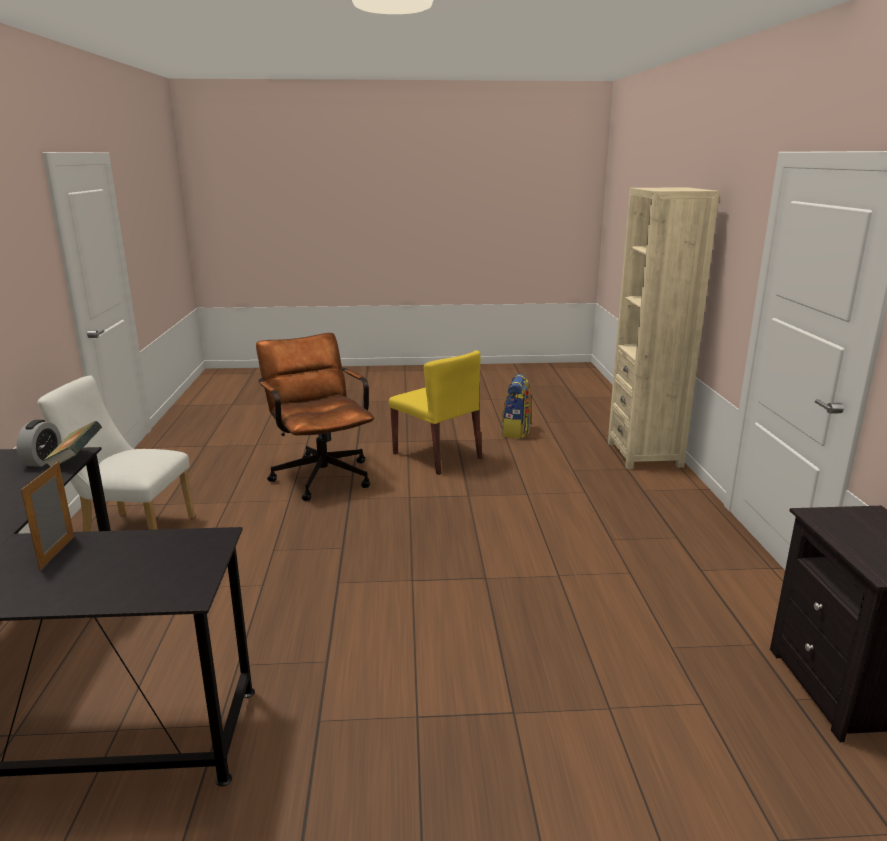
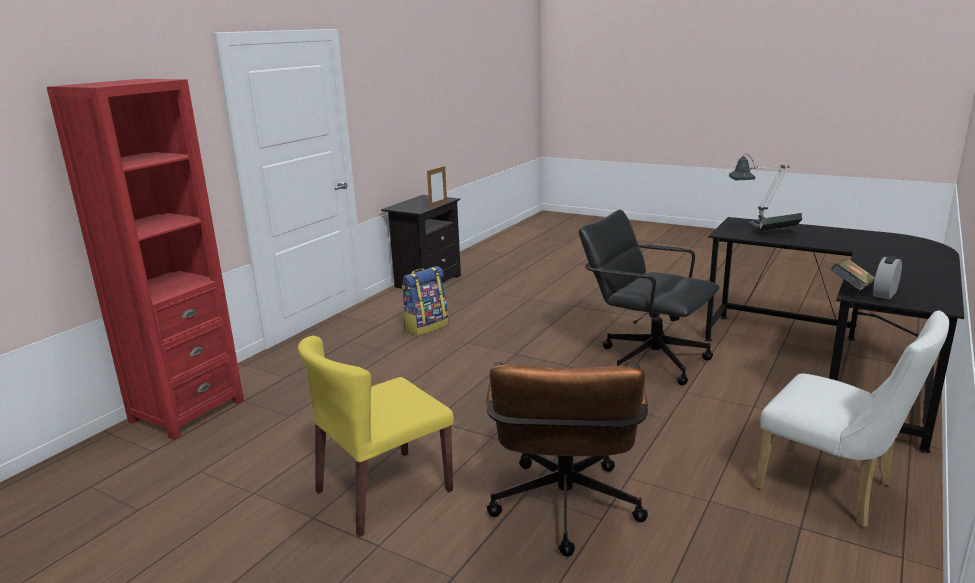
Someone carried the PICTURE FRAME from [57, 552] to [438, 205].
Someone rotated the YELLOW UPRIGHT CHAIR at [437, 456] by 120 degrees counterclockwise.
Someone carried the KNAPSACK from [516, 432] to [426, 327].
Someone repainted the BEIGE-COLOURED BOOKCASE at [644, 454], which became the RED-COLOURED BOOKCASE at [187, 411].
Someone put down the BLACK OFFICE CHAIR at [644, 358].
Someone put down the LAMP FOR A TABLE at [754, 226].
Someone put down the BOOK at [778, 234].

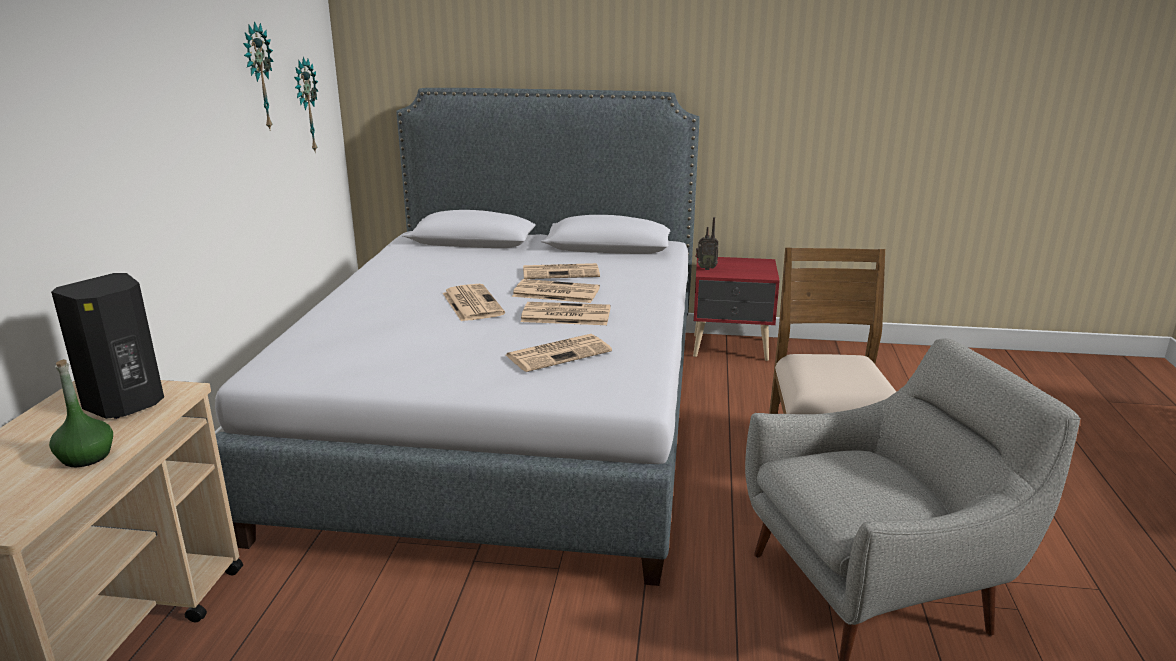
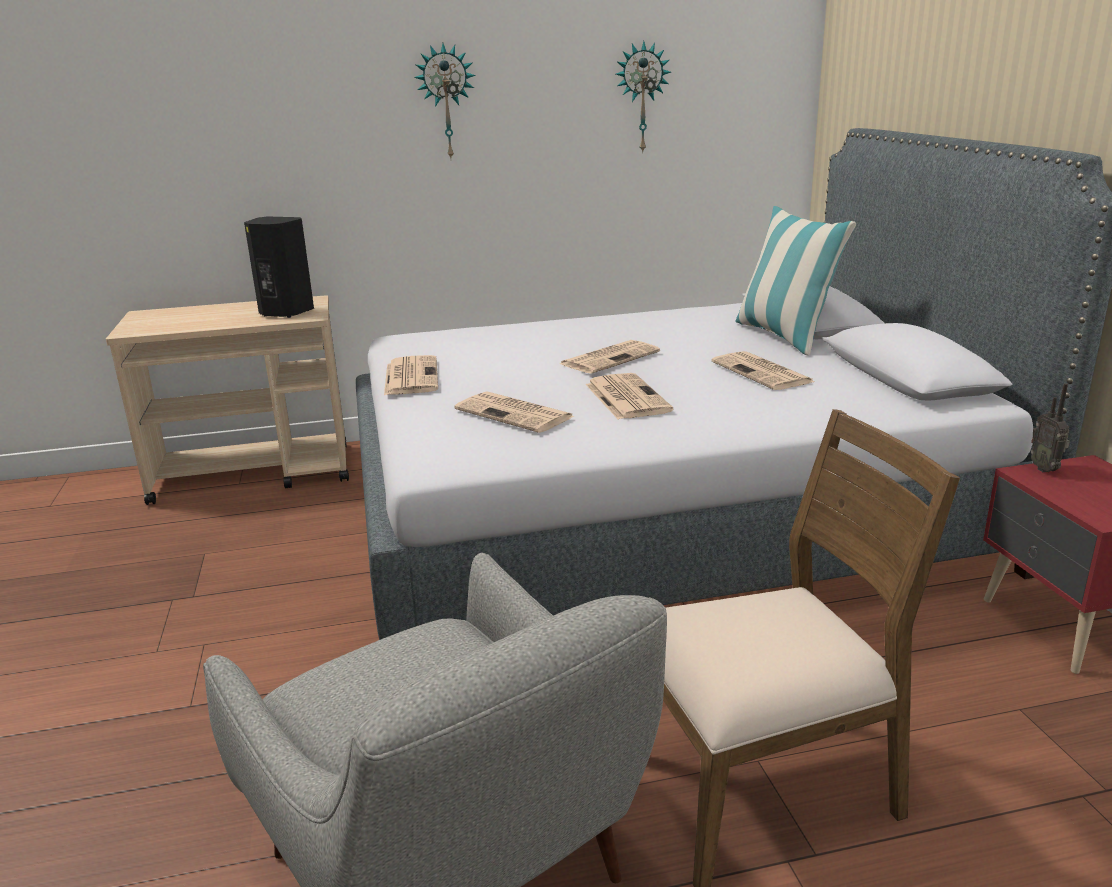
Someone took away the GREEN-COLOURED DRINK BOTTLE at [86, 457].
Someone carried the WALL CLOCK from [305, 105] to [446, 102].
Someone carried the DAILY PAPER from [555, 292] to [410, 376].
Someone put down the CUSHION at [784, 336].

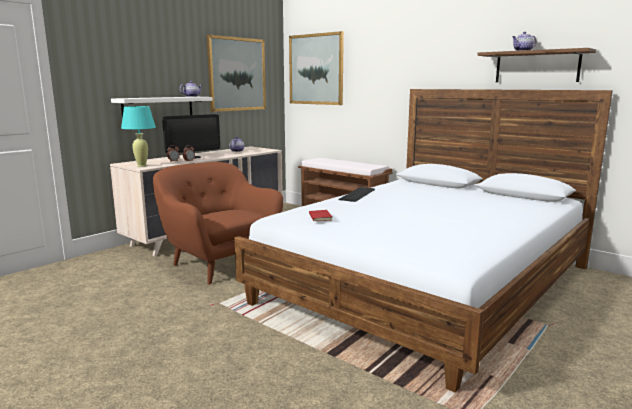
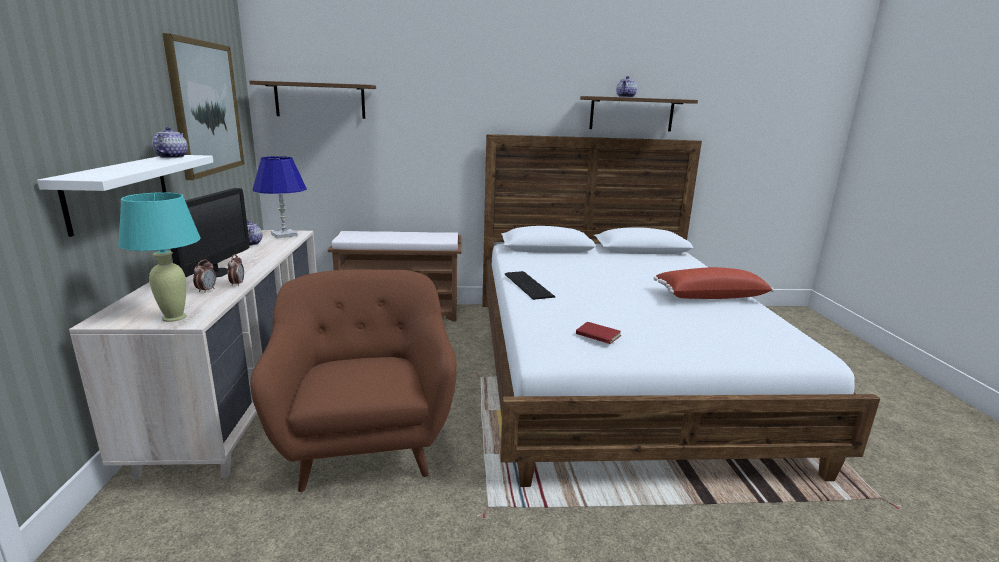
Someone rotated the BROWN ARMCHAIR at [219, 264] by 75 degrees clockwise.
Someone swapped the WALL ART at [316, 69] for the WALL SHELF at [320, 100].
Someone put down the BLUE LAMP FOR A TABLE at [284, 235].
Someone put down the RED-COLOURED CUSHION at [709, 296].

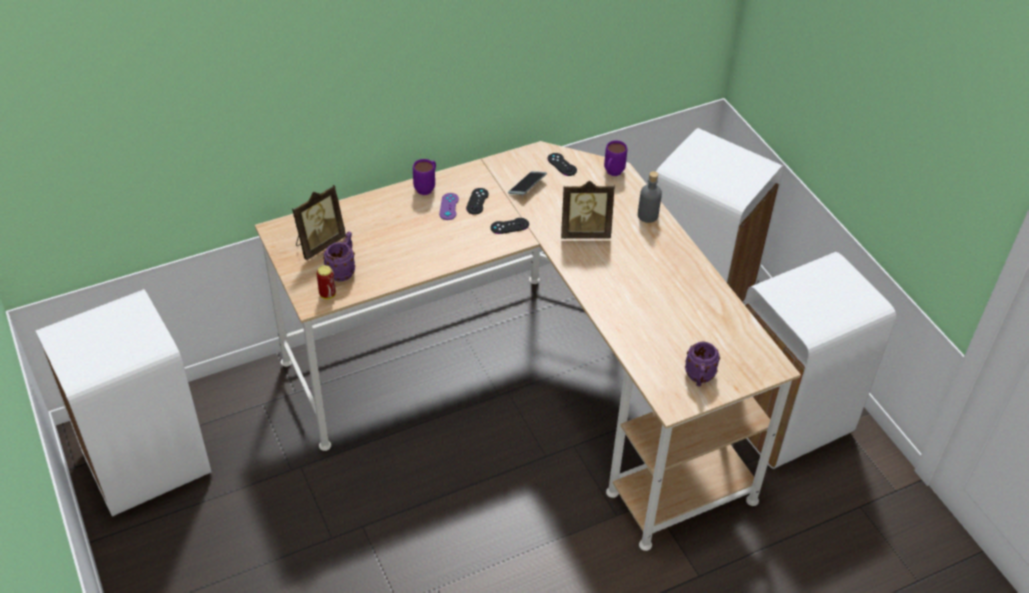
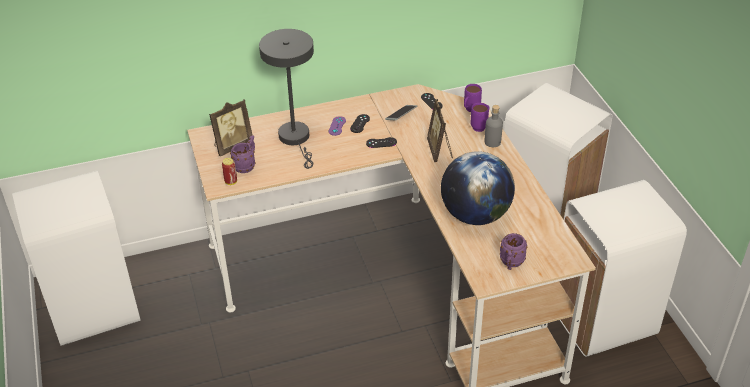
Someone carried the PURPLE COFFEE MUG from [427, 187] to [481, 126].
Someone rotated the PICTURE FRAME at [585, 232] by 75 degrees clockwise.
Someone put down the GREY LAMP FOR A TABLE at [296, 139].
Someone put down the GLOBE at [475, 215].

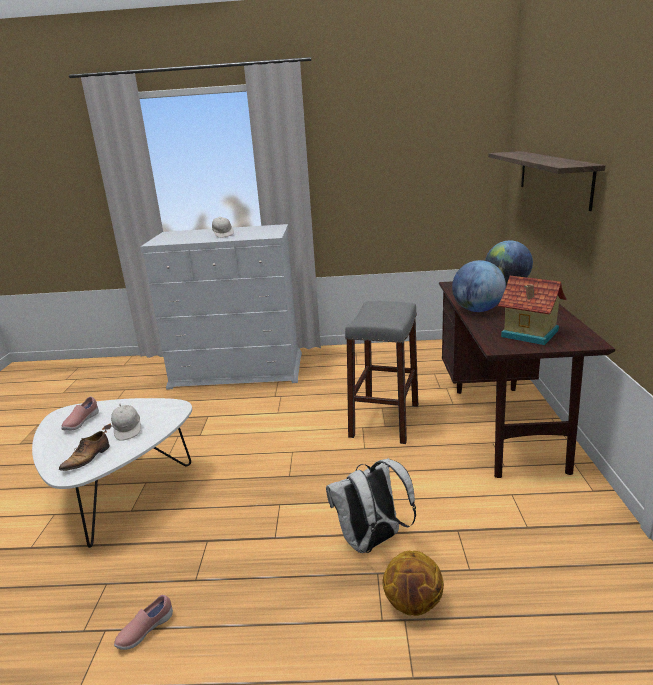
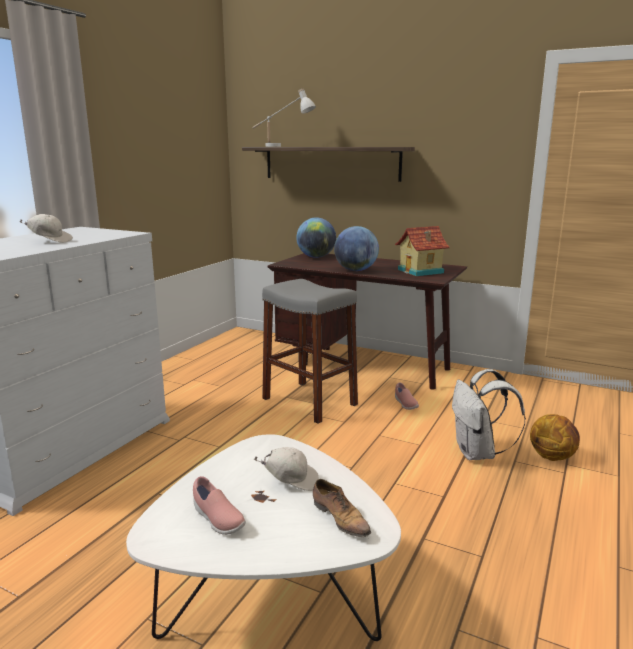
Someone carried the PINK LOW SHOE from [145, 631] to [405, 404].
Someone put down the WHITE-COLOURED LAMP FOR A TABLE at [283, 146].

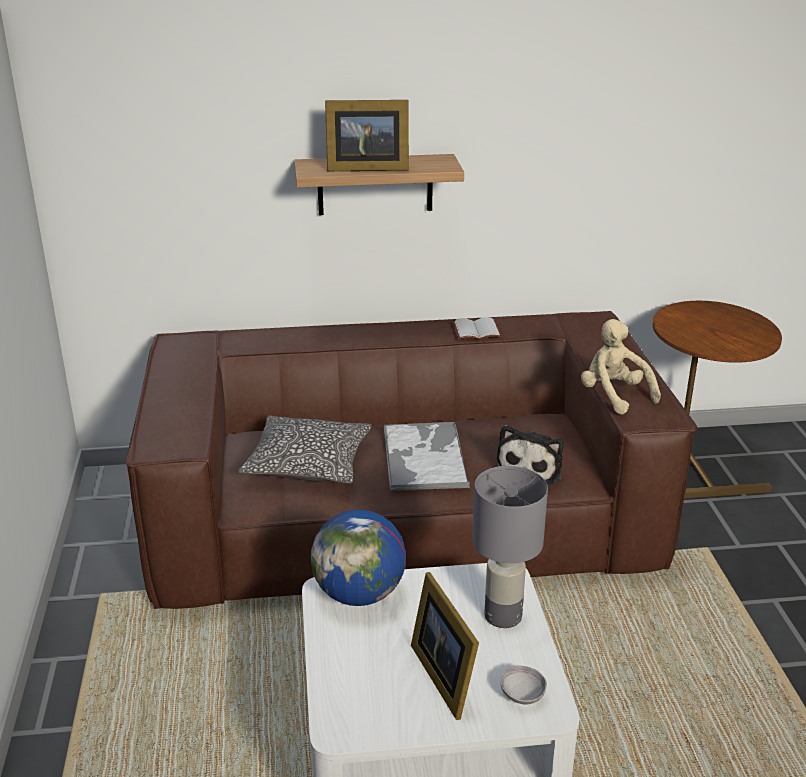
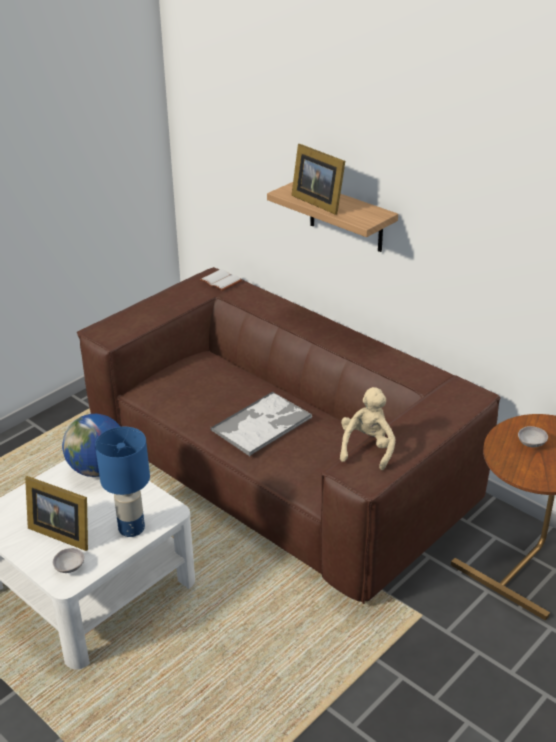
Someone took away the CUSHION at [308, 463].
Someone rotated the PICTURE FRAME at [446, 674] by 90 degrees counterclockwise.
Someone carried the WHITE-COLOURED BOOK from [477, 330] to [222, 281].
Someone repainted the GREY LAMP FOR A TABLE at [503, 617], which became the BLUE LAMP FOR A TABLE at [131, 529].
Someone took away the CUDDLY TOY at [531, 467].
Someone put down the GREY BOWL at [531, 443].

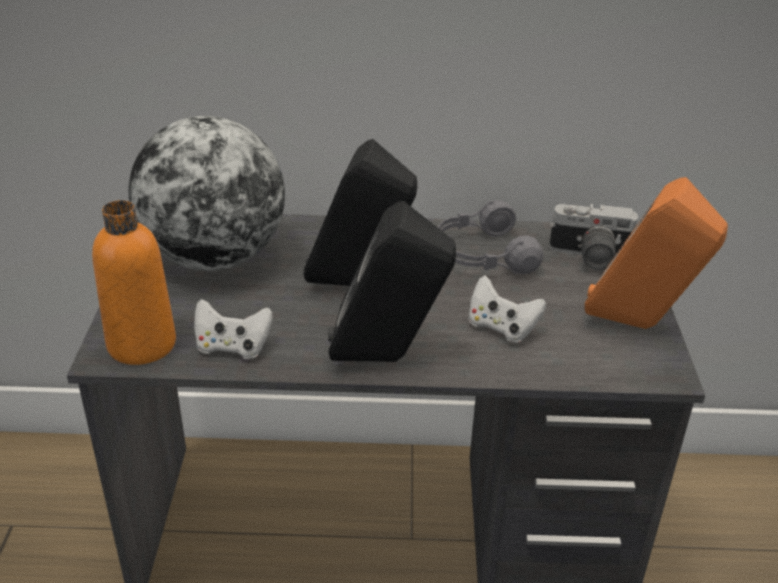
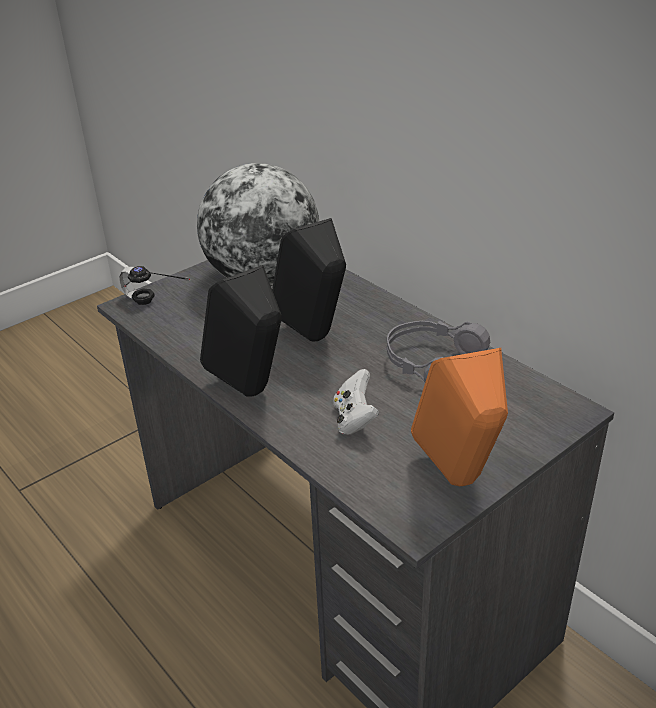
Someone swapped the ORANGEY DRINK BOTTLE at [142, 344] for the HEADPHONES at [150, 308].
Someone took away the WHITE-COLOURED GAMEPAD at [233, 347].
Someone took away the STILL CAMERA at [589, 258].

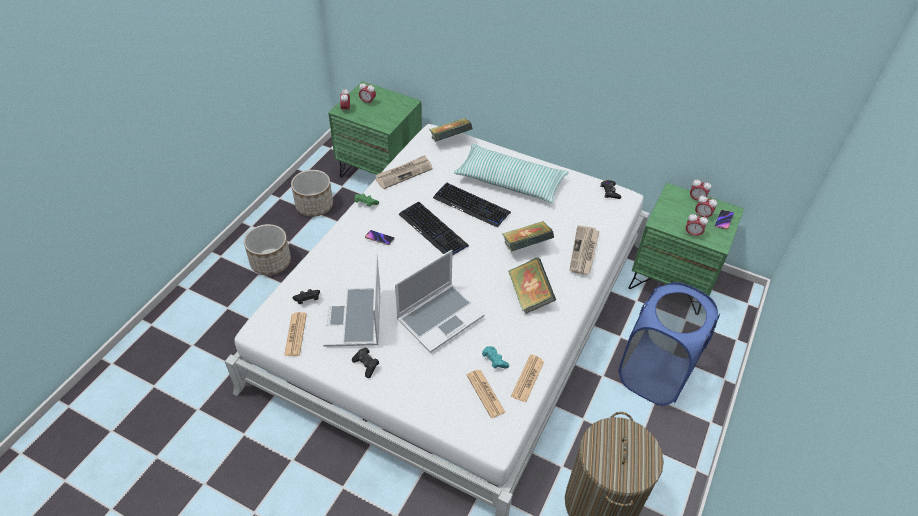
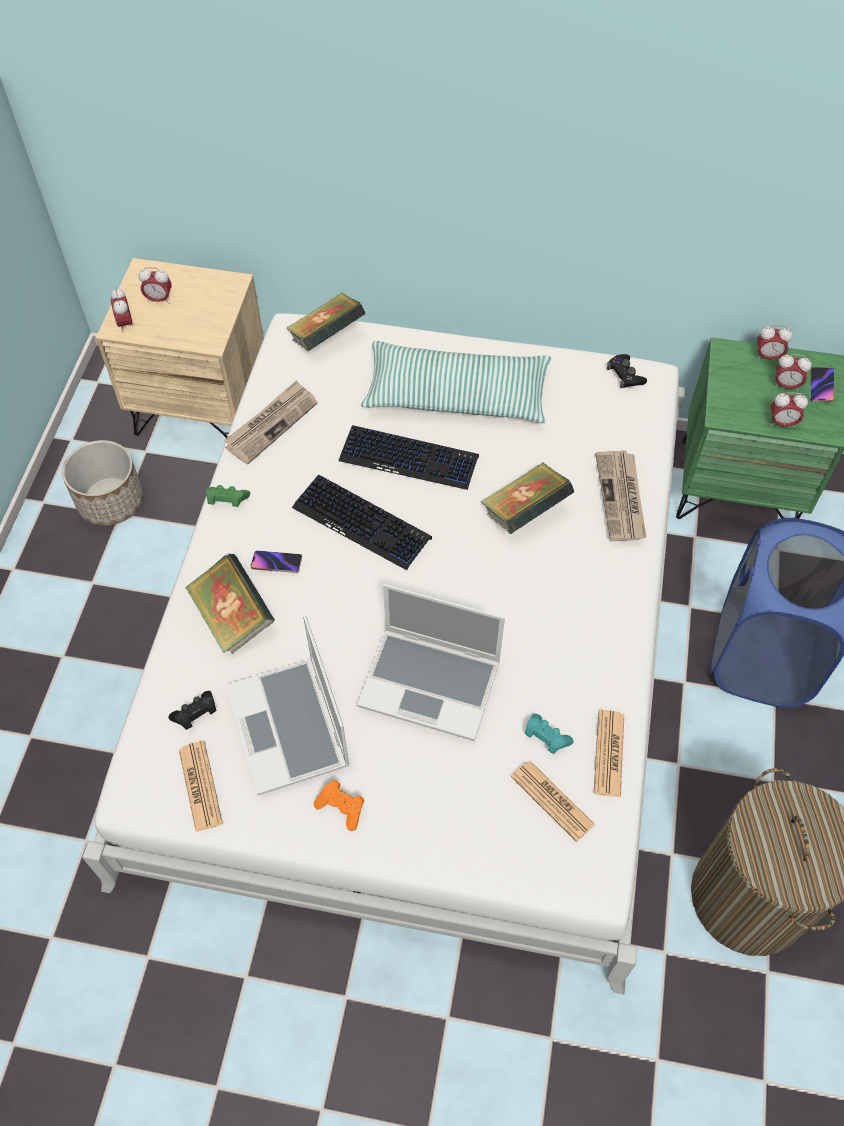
Someone took away the PLANT POT at [271, 262].
Someone repainted the GREEN-COLOURED NIGHT TABLE at [380, 171], which became the BEIGE-COLOURED NIGHT TABLE at [202, 406].
Someone repainted the BLACK GAMEPAD at [366, 365], which became the ORANGEY GAMEPAD at [341, 808].
Someone rotated the LAPTOP at [440, 317] by 75 degrees clockwise.
Someone carried the BOOK from [530, 295] to [233, 617].

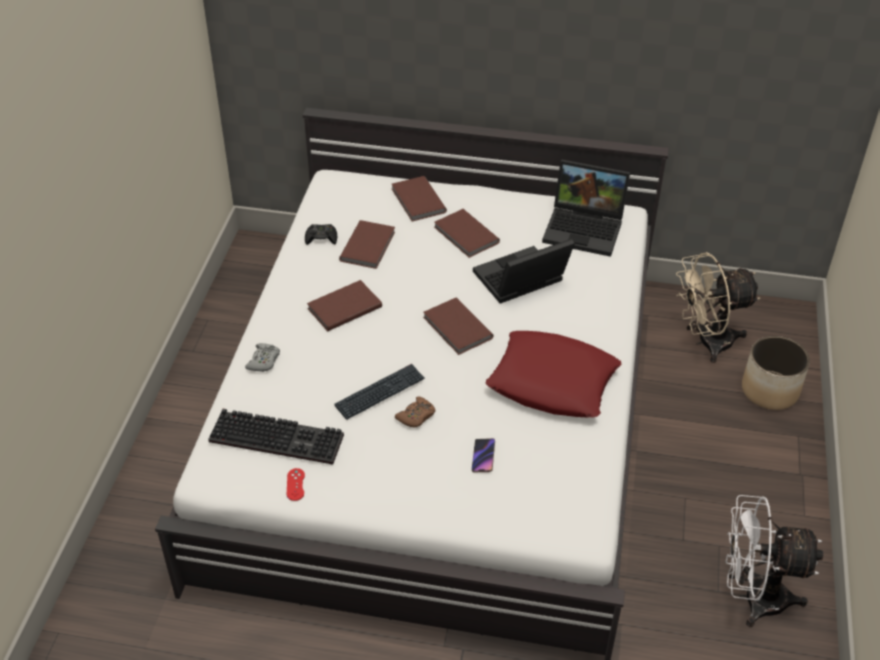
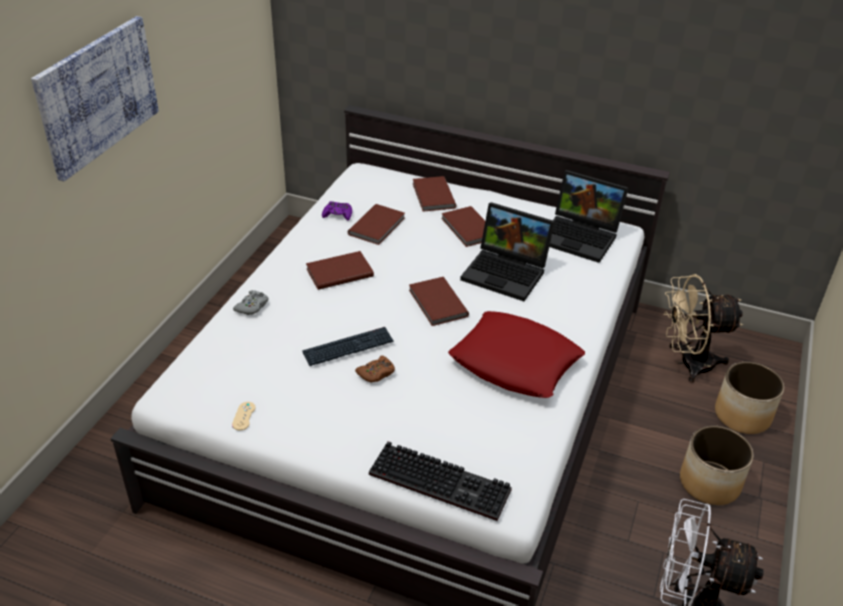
Someone carried the PC KEYBOARD from [279, 437] to [442, 481].
Someone repainted the RED-COLOURED GAMEPAD at [295, 484], which became the BEIGE-COLOURED GAMEPAD at [244, 416].
Someone repainted the BLACK GAMEPAD at [321, 238], which became the PURPLE GAMEPAD at [338, 214].
Someone took away the TELEPHONE at [483, 457].
Someone rotated the LAPTOP at [520, 281] by 135 degrees counterclockwise.
Someone put up the WALL ART at [97, 95].
Someone put down the PLANT POT at [710, 483].

